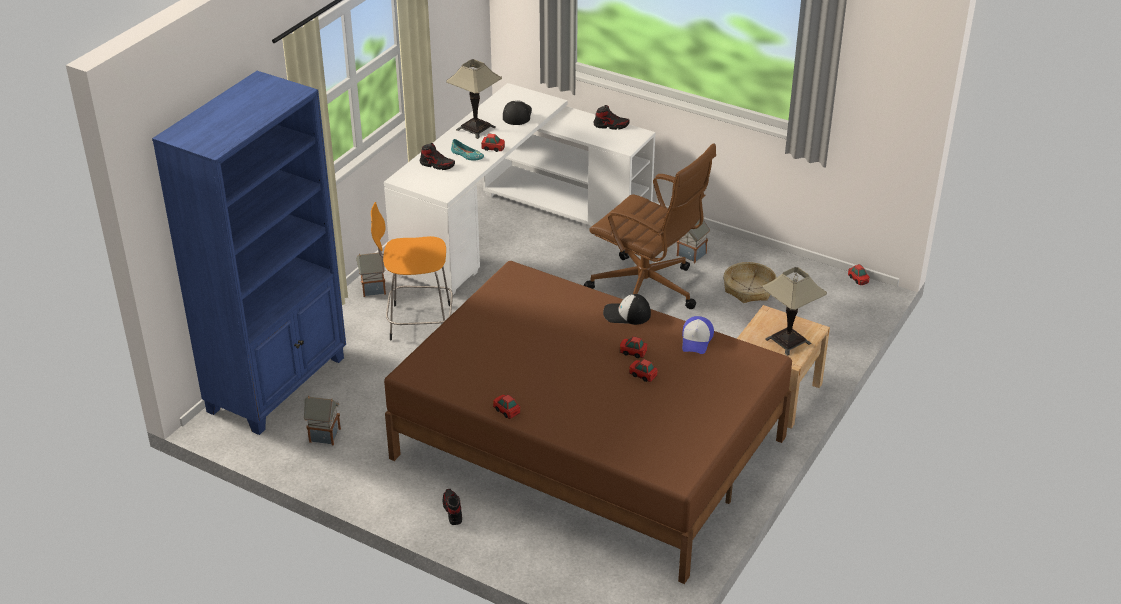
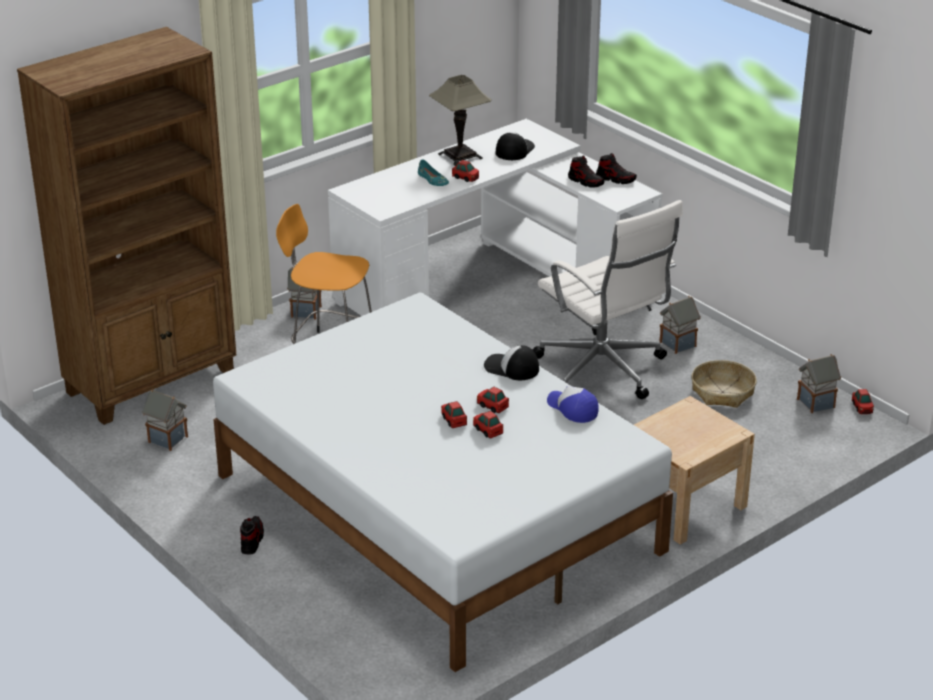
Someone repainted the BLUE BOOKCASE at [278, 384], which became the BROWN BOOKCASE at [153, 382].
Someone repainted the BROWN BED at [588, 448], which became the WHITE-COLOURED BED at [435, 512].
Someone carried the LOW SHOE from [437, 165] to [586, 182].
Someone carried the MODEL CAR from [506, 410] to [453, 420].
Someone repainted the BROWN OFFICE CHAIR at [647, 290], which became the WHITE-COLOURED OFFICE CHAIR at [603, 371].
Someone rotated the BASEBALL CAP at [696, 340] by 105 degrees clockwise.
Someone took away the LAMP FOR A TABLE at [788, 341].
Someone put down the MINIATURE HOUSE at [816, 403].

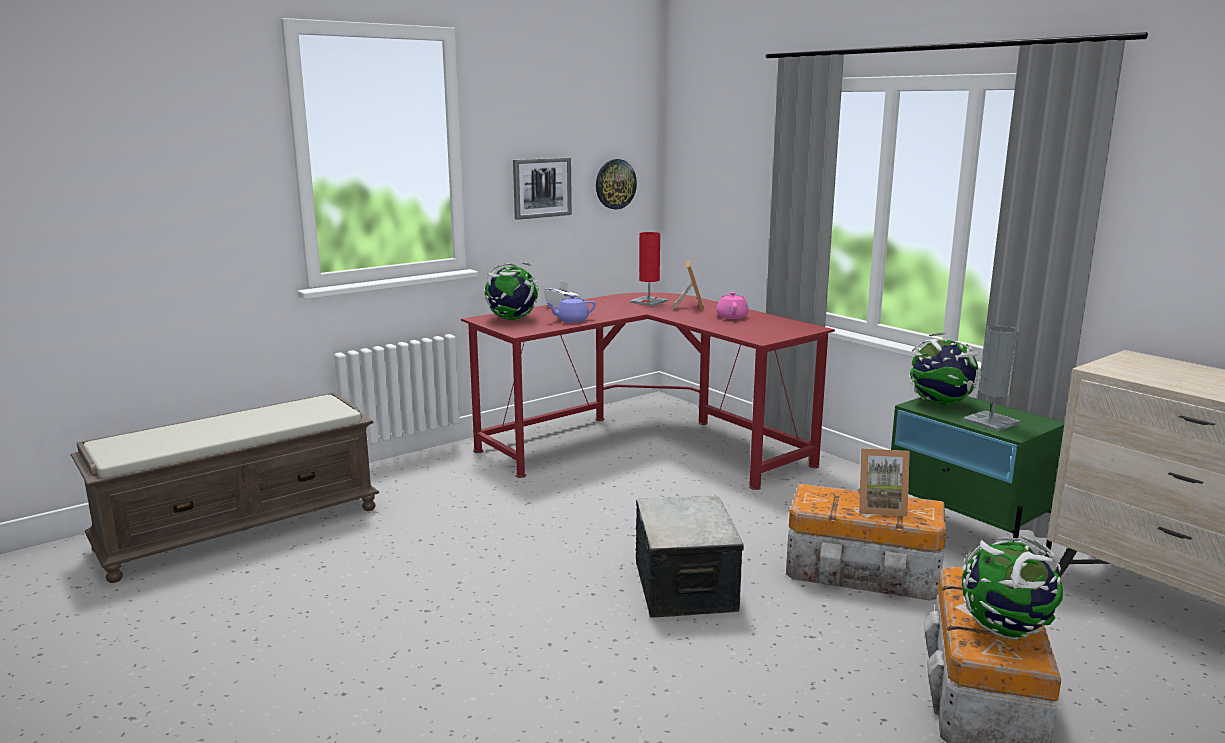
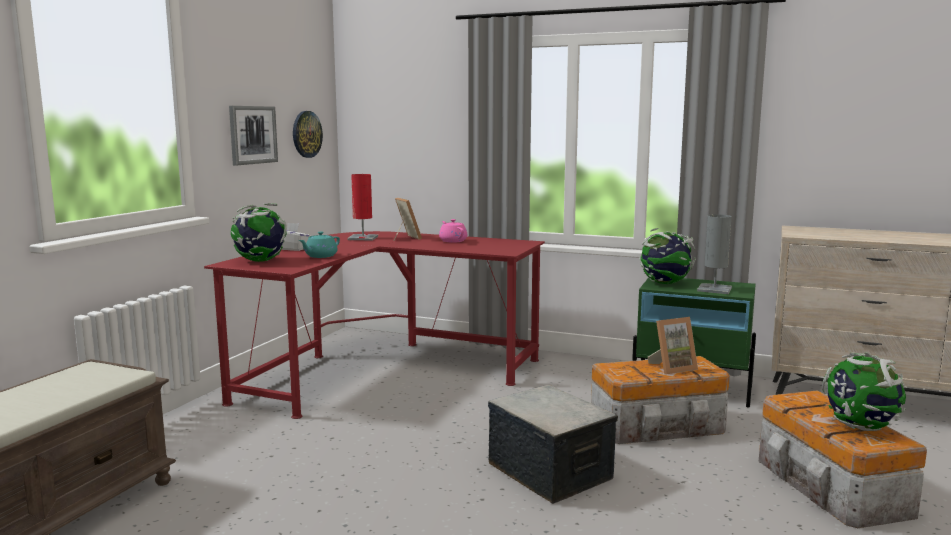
Someone repainted the PURPLE TEA POT at [571, 320], which became the BLUE-GREEN TEA POT at [320, 256].

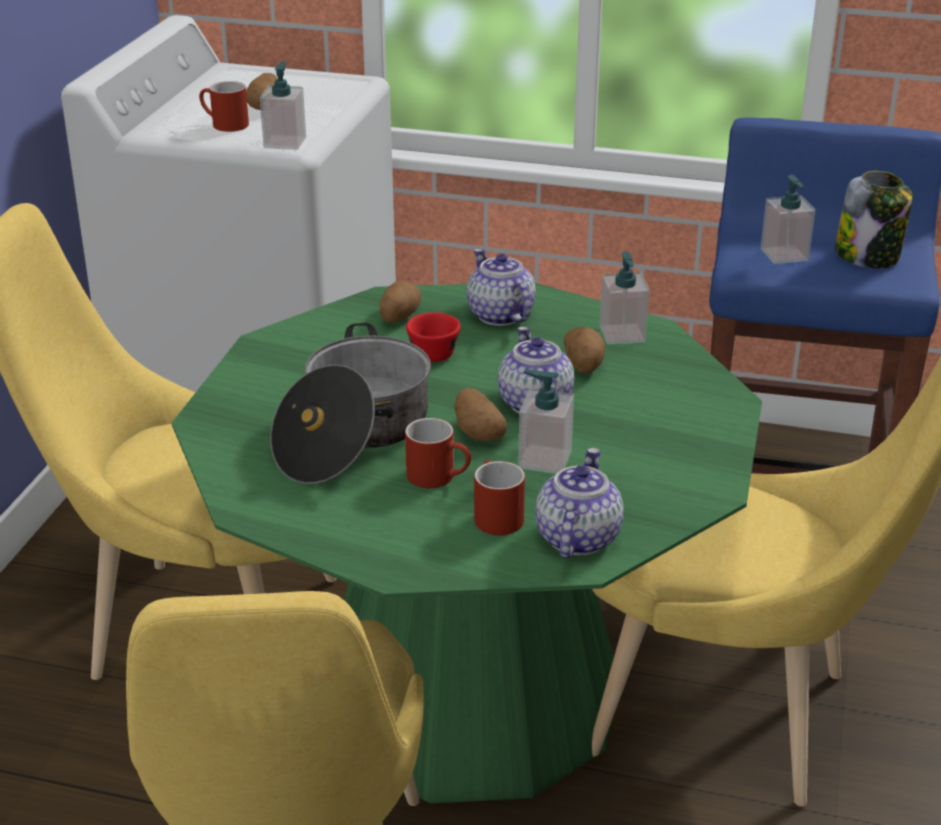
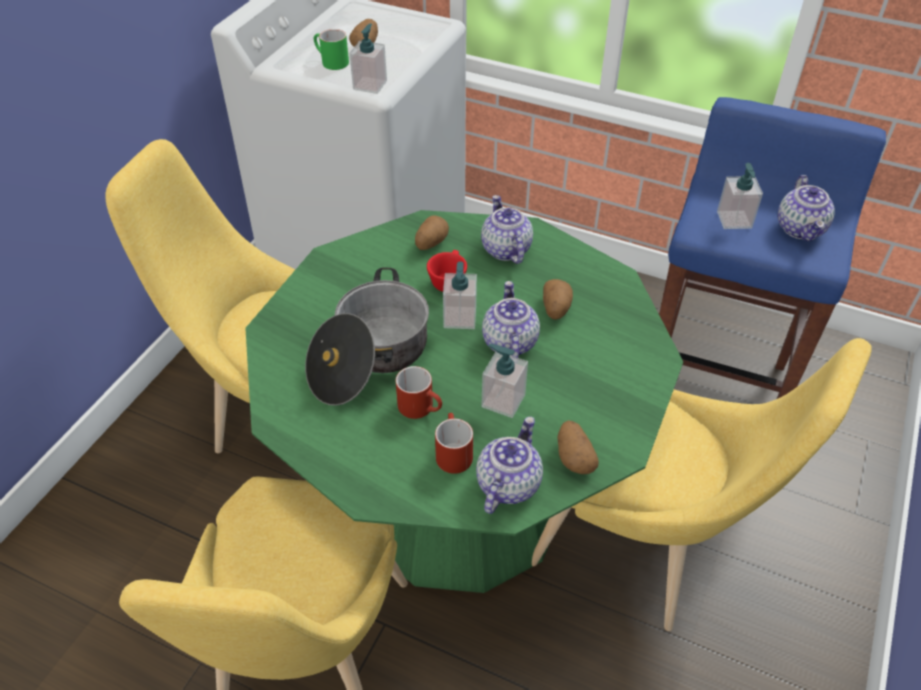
Someone repainted the RED-COLOURED COFFEE MUG at [223, 125], which became the GREEN-COLOURED COFFEE MUG at [330, 62].
Someone carried the SPUD from [477, 432] to [574, 457].
Someone carried the LIQUID SOAP BOTTLE from [622, 334] to [460, 318].
Someone swapped the JAR at [868, 256] for the TEA POT at [801, 229].

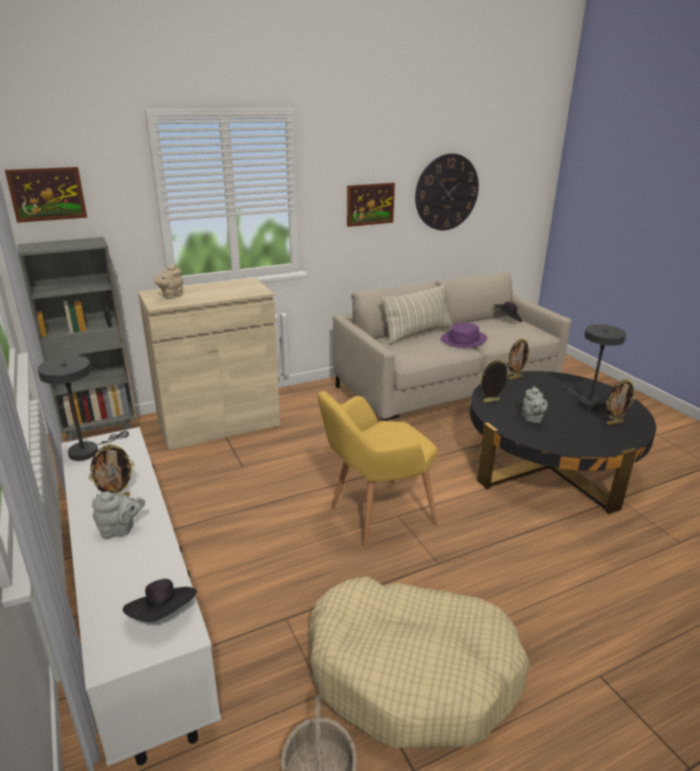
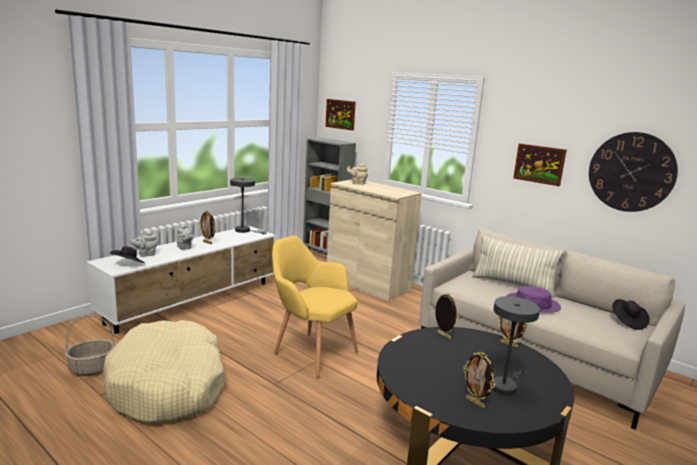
Someone carried the GREY TEA POT from [532, 419] to [146, 254].

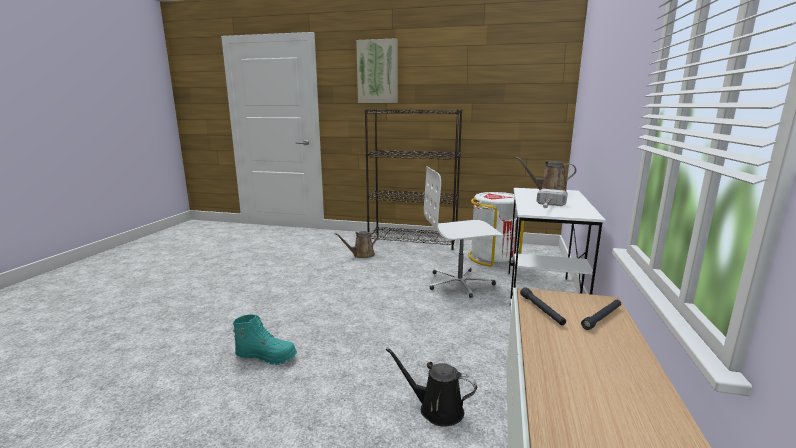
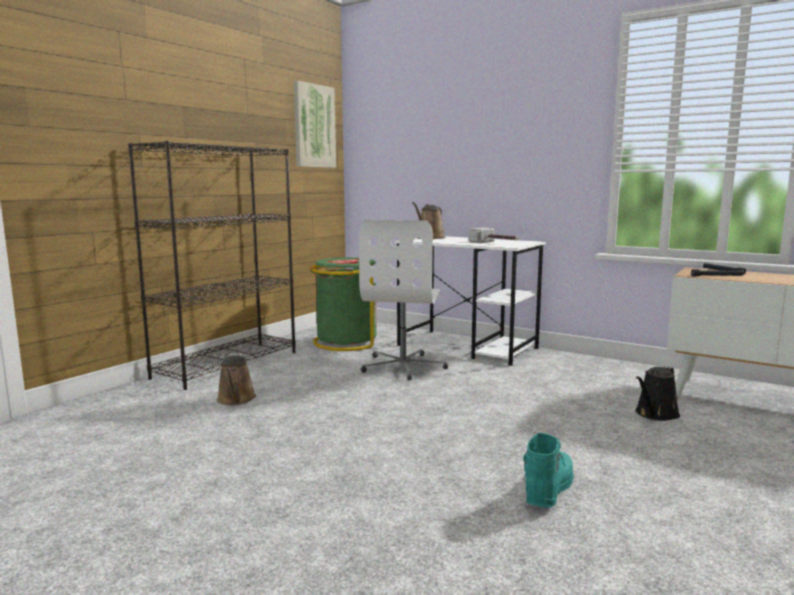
Someone carried the WALL ART from [377, 72] to [314, 126].
Someone repainted the WHITE-COLOURED RUBBISH BIN at [493, 257], which became the GREEN-COLOURED RUBBISH BIN at [345, 342].

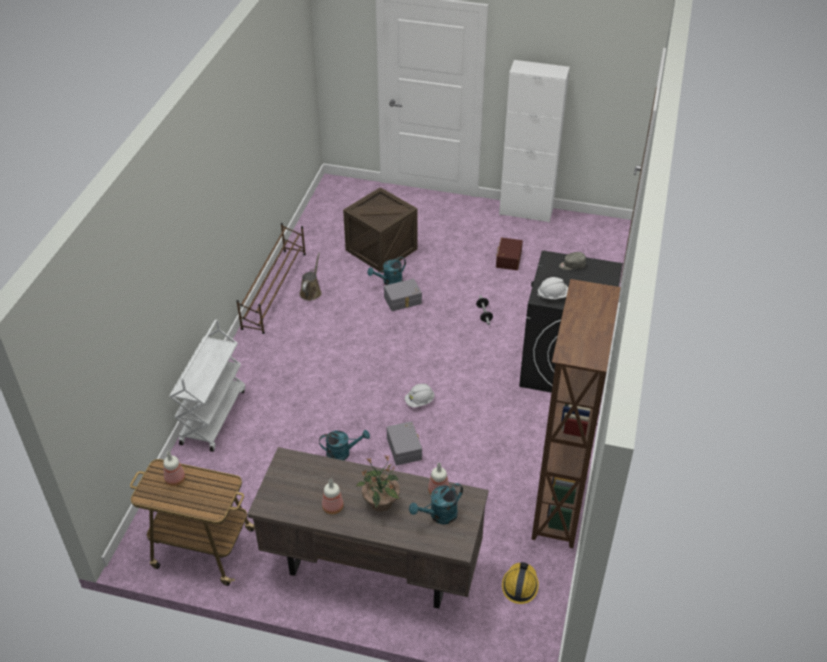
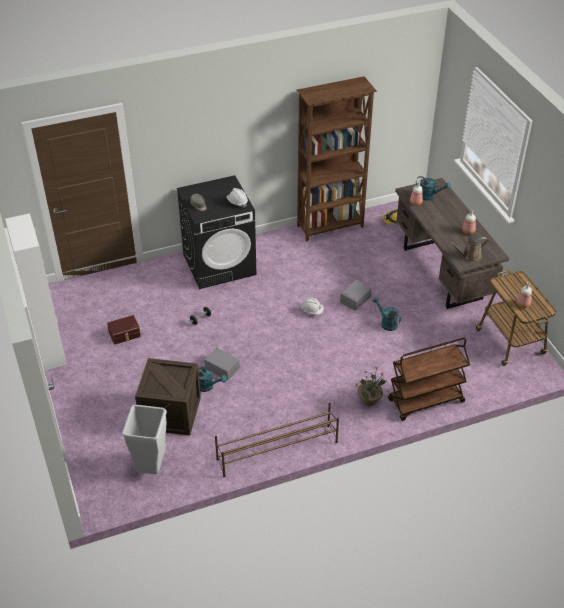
Someone repainted the WHITE-COLOURED CART at [213, 416], which became the BROWN CART at [425, 401].
Someone carried the BROWN WATERING POT from [311, 291] to [469, 256].
Someone carried the PLANT IN A POT from [380, 503] to [369, 400].
Someone put down the GREY RUBBISH BIN at [151, 466].

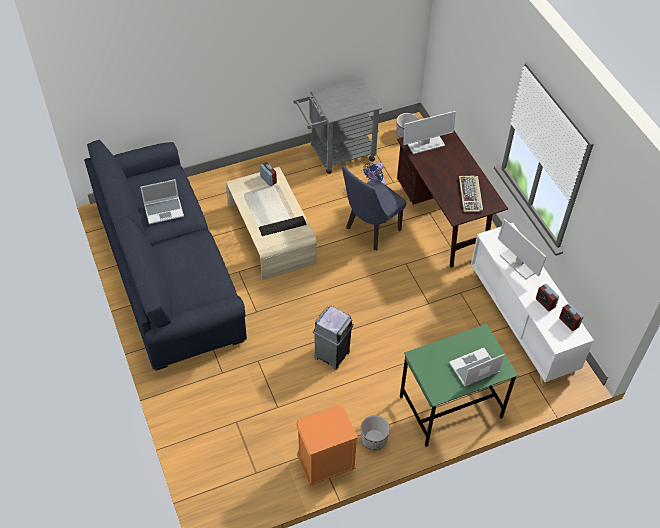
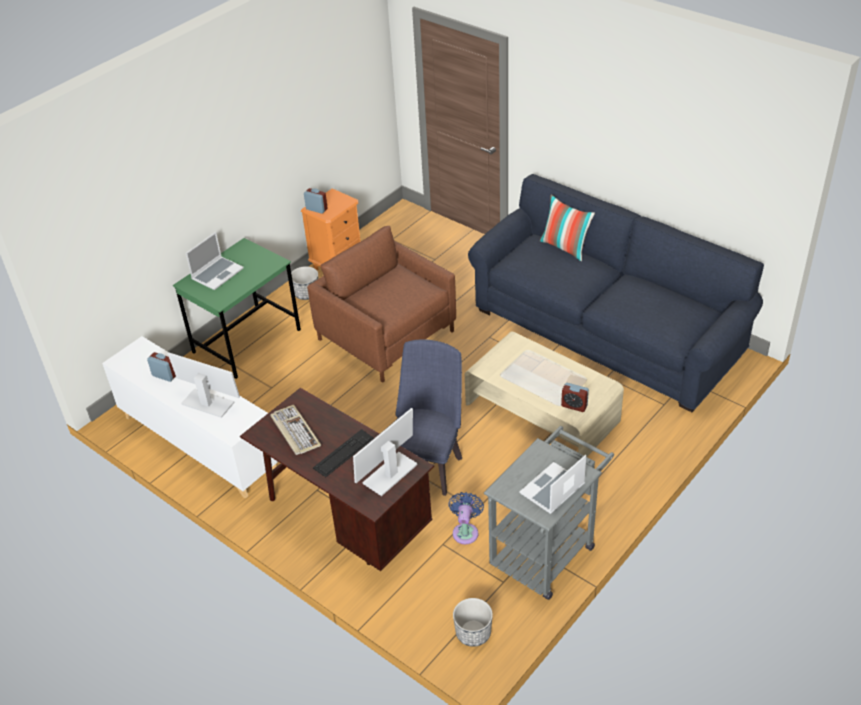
Someone carried the LAPTOP from [164, 210] to [552, 490].
Someone carried the PC KEYBOARD from [282, 226] to [344, 453].
Someone swapped the GREY RUBBISH BIN at [332, 354] for the BROWN ARMCHAIR at [386, 335].
Someone carried the TABLE CLOCK from [569, 322] to [316, 209].
Someone put down the CUSHION at [565, 247].

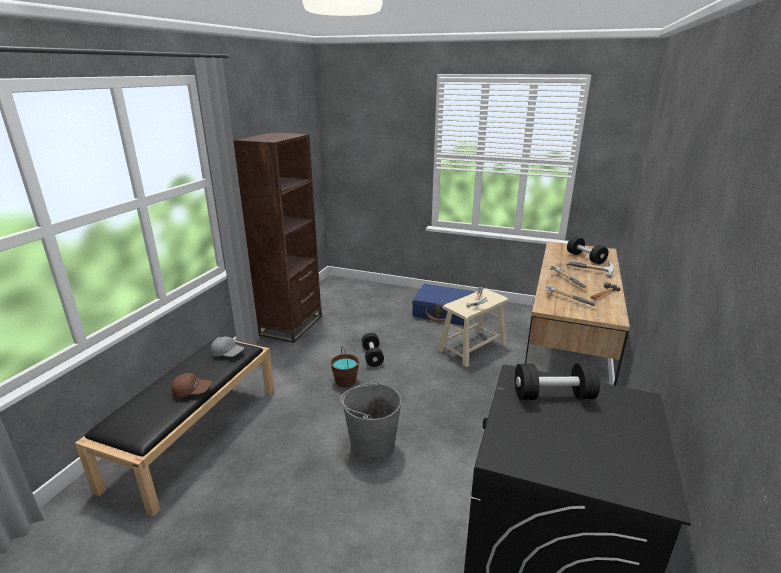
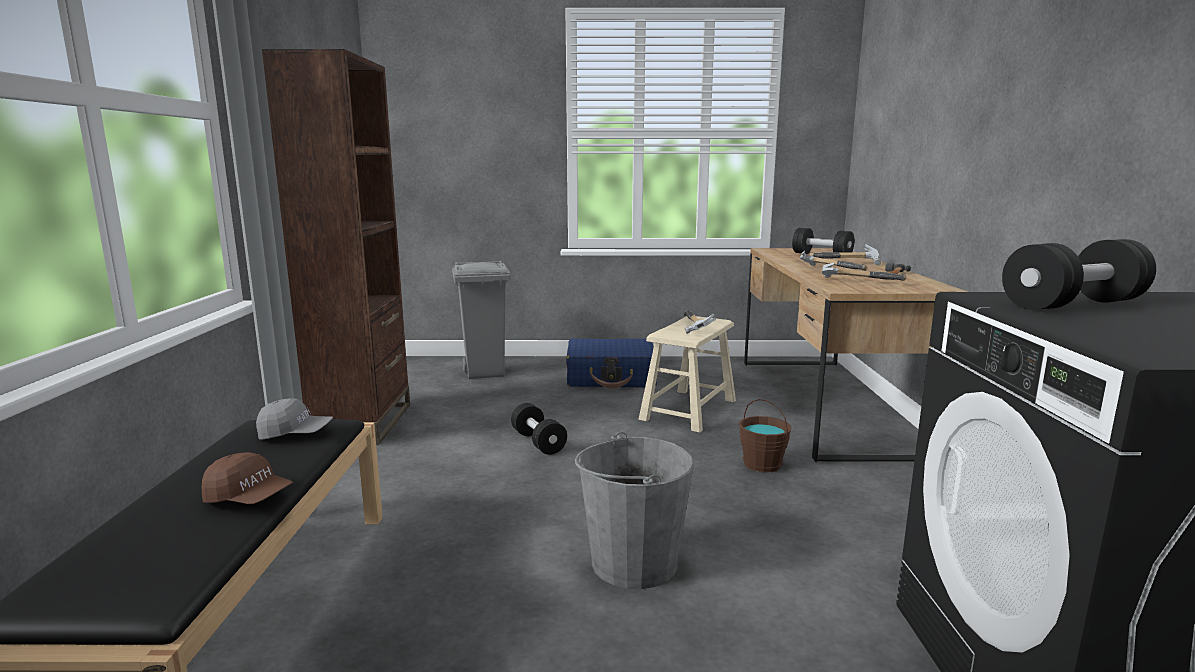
Someone rotated the BROWN BASEBALL CAP at [192, 391] by 45 degrees clockwise.
Someone carried the BROWN PAIL from [346, 381] to [762, 464].
Someone put down the GREY RUBBISH BIN at [486, 373].

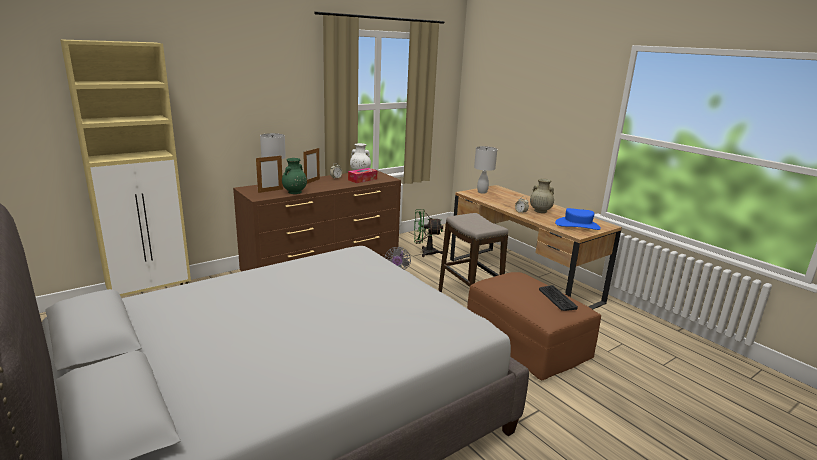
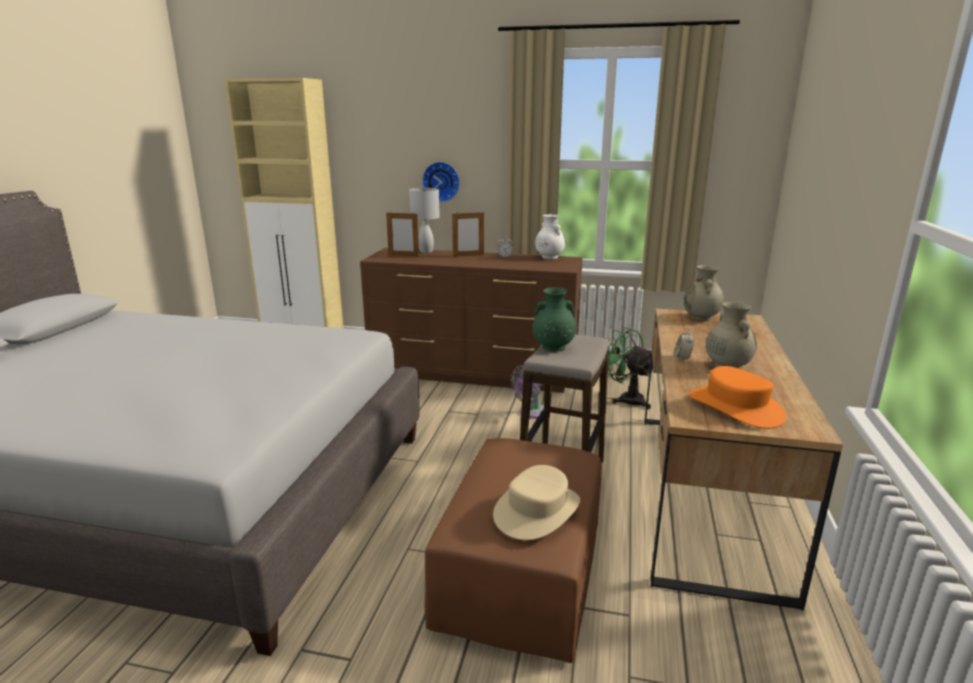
Someone carried the GREEN-COLOURED VASE from [294, 192] to [552, 347].
Someone took away the BOX OF TISSUES at [362, 179].
Someone swapped the WHITE-COLOURED LAMP FOR A TABLE at [482, 192] for the BEIGE-COLOURED VASE at [701, 318].
Someone swapped the PC KEYBOARD at [557, 298] for the BEIGE-COLOURED WEARABLE HAT at [537, 510].
Someone repainted the BLUE WEARABLE HAT at [577, 225], which became the ORANGEY WEARABLE HAT at [736, 407].
Someone put up the WALL CLOCK at [441, 181].

